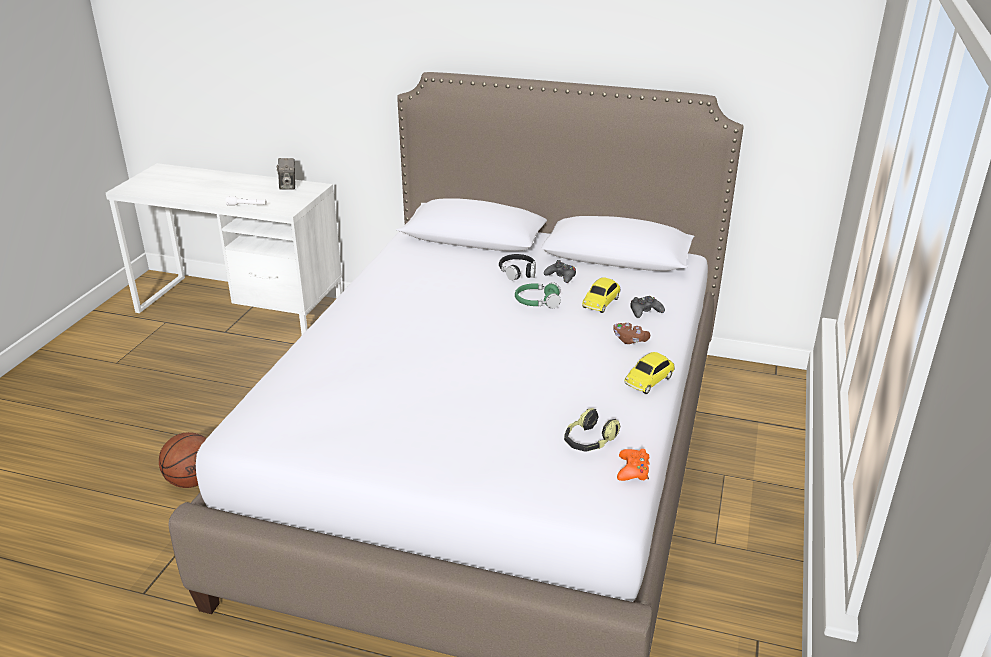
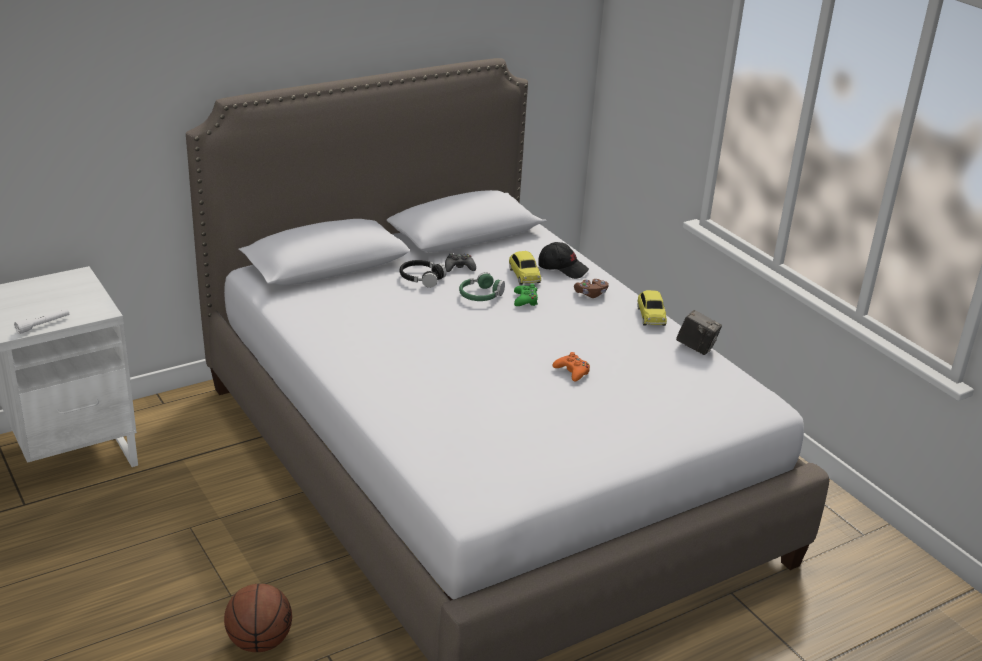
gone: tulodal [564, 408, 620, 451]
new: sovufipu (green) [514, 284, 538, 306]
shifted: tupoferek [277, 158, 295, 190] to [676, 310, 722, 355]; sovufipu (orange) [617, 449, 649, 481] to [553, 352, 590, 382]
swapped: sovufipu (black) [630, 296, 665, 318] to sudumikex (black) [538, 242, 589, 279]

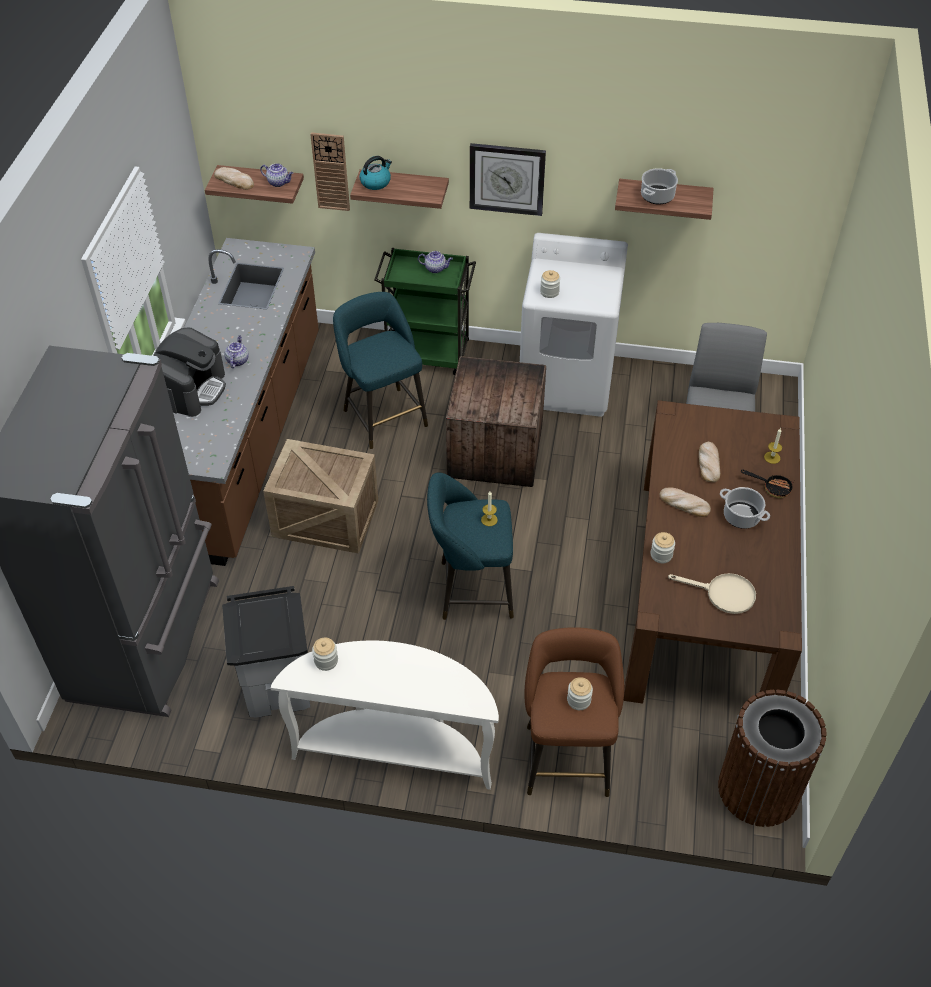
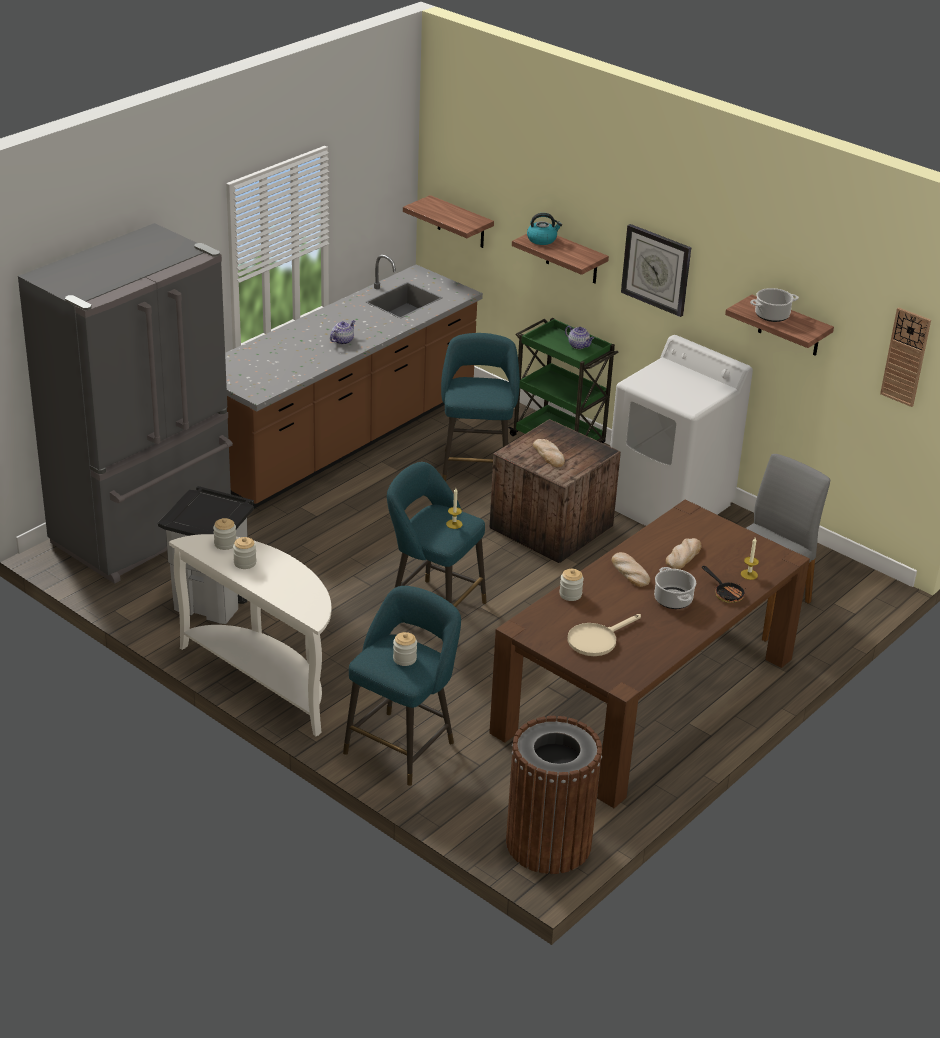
gone: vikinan [260, 163, 293, 187]; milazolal [153, 327, 226, 417]; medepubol [263, 439, 378, 554]
shifted: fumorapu [310, 132, 350, 211] to [880, 307, 931, 407]; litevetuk [214, 167, 254, 190] to [533, 439, 565, 467]; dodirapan [540, 270, 560, 298] to [233, 537, 257, 569]
repainted: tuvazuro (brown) [525, 627, 624, 797] to tuvazuro (turquoise) [343, 586, 461, 786]
rotated: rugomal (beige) [668, 573, 756, 614] = [567, 614, 641, 656] 90 degrees clockwise

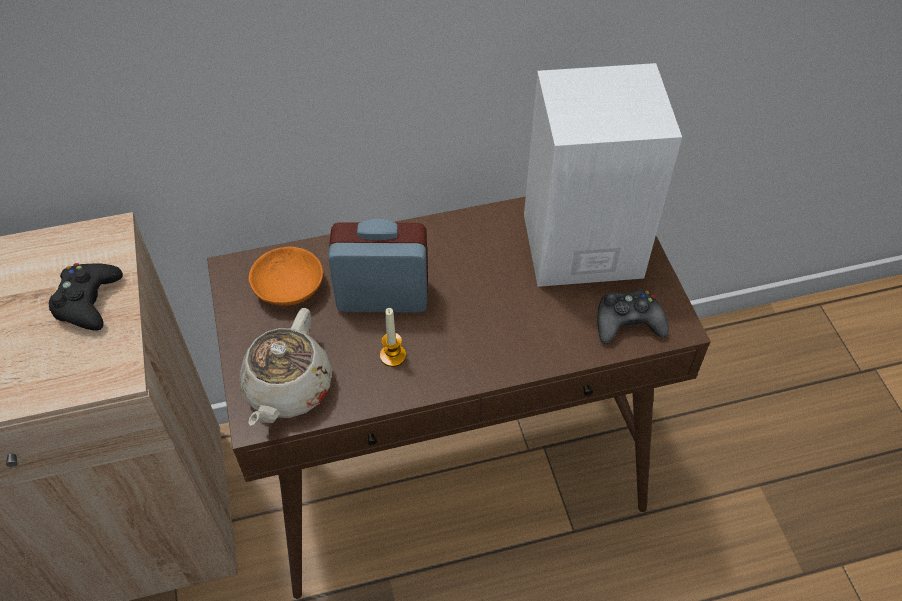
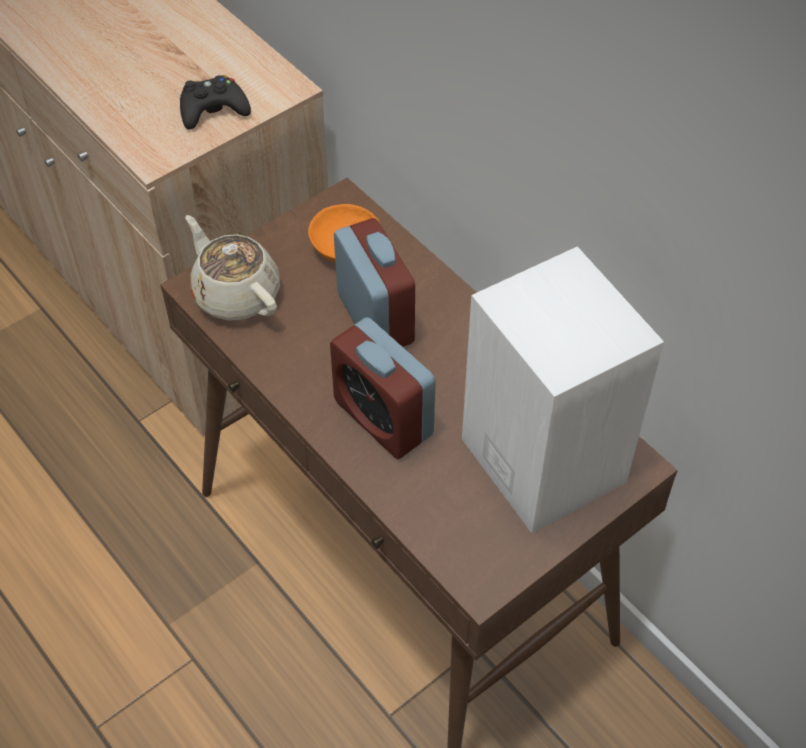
gone: sovufipu (black) [597, 289, 669, 344]; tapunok [380, 308, 406, 367]
new: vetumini [330, 317, 436, 459]
rotated: vikinan (beige) [239, 308, 332, 426] = [185, 215, 280, 321] 60 degrees clockwise

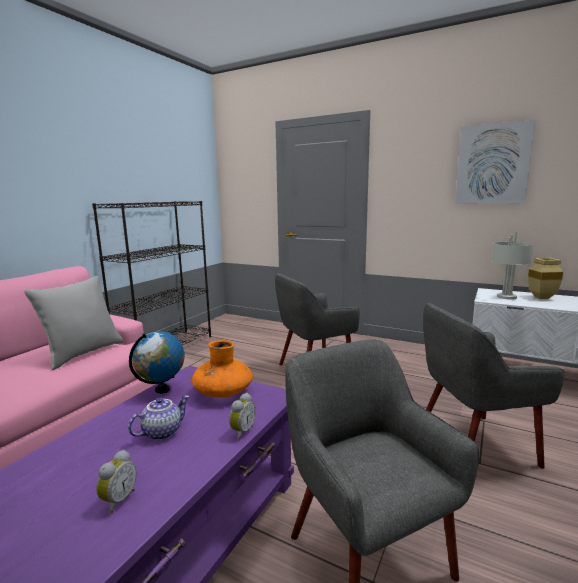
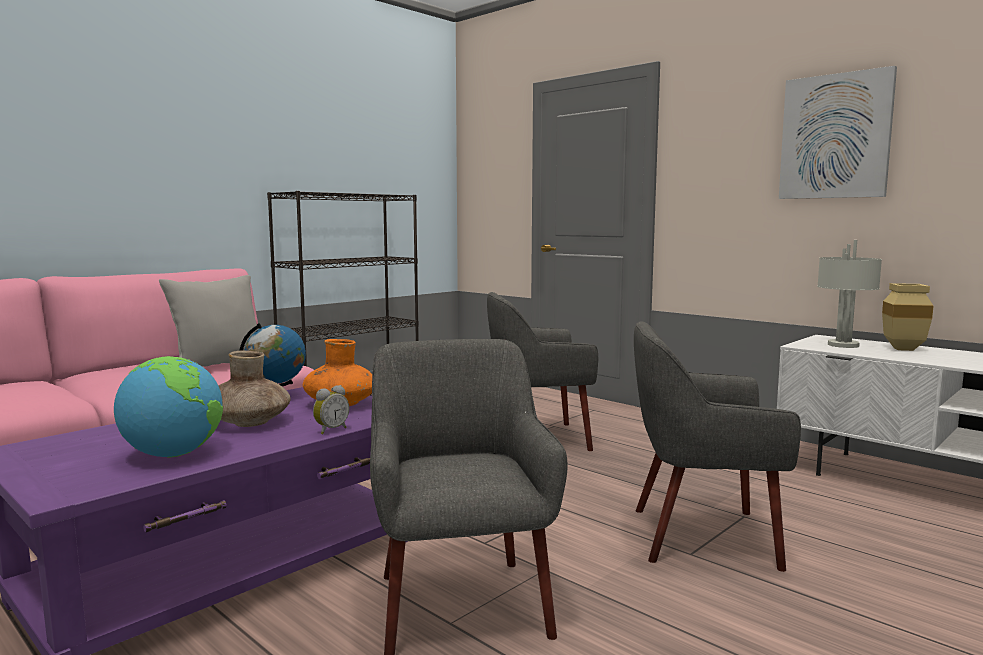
swapped: vikinan [128, 395, 189, 440] to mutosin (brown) [218, 350, 291, 427]; vetumini [96, 450, 137, 513] to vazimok [114, 356, 223, 457]

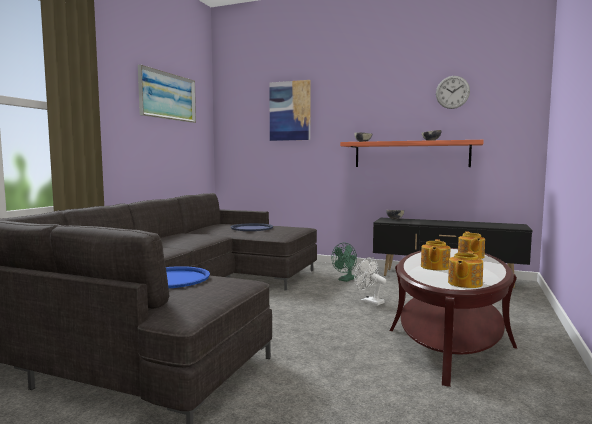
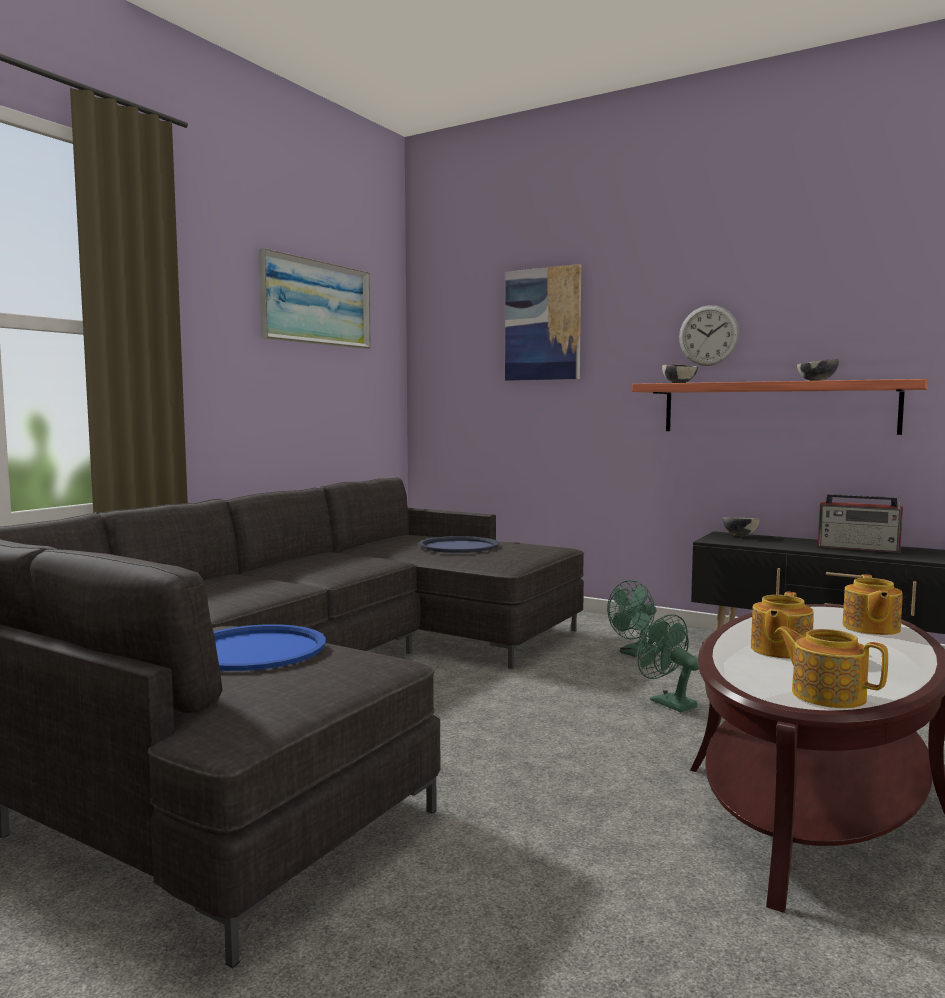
new: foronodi [818, 494, 903, 553]
shifted: fumorapu [436, 76, 470, 109] to [679, 305, 739, 366]
repainted: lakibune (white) [354, 257, 386, 306] to lakibune (green) [637, 614, 699, 712]
rotated: vikinan [448, 251, 483, 288] = [775, 626, 888, 708] 90 degrees clockwise

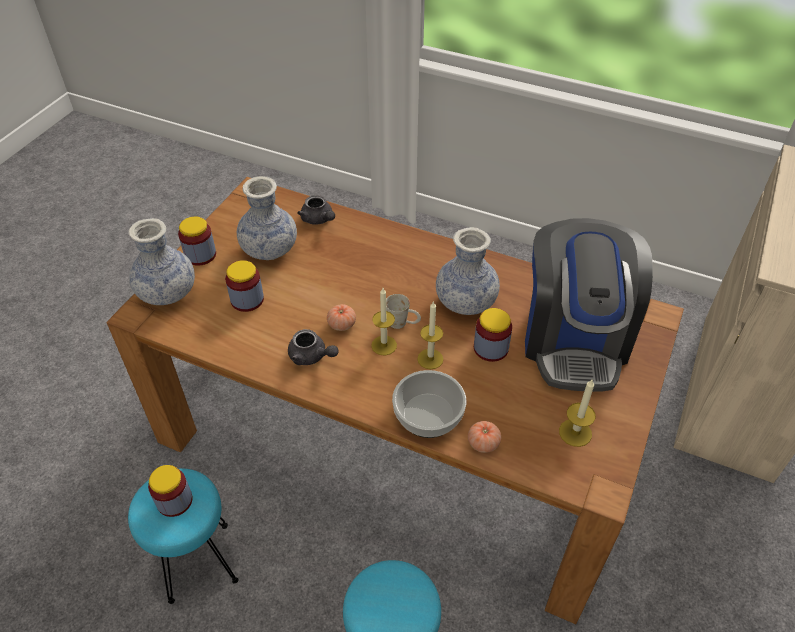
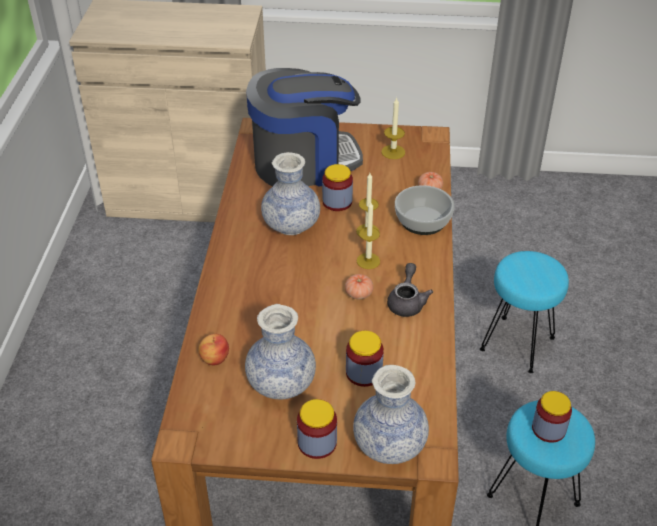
gone: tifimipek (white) [386, 294, 421, 329]
swapped: vikinan (grey) [297, 195, 335, 225] to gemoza [198, 334, 229, 365]

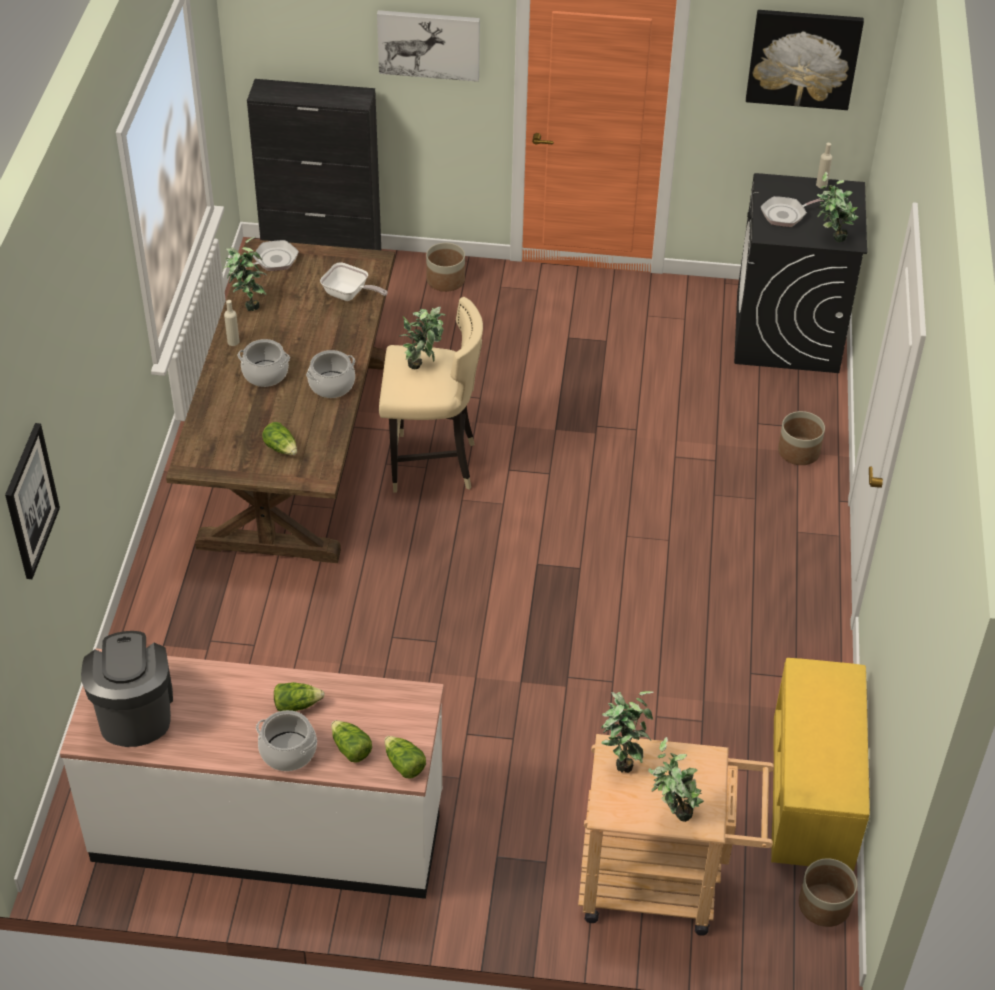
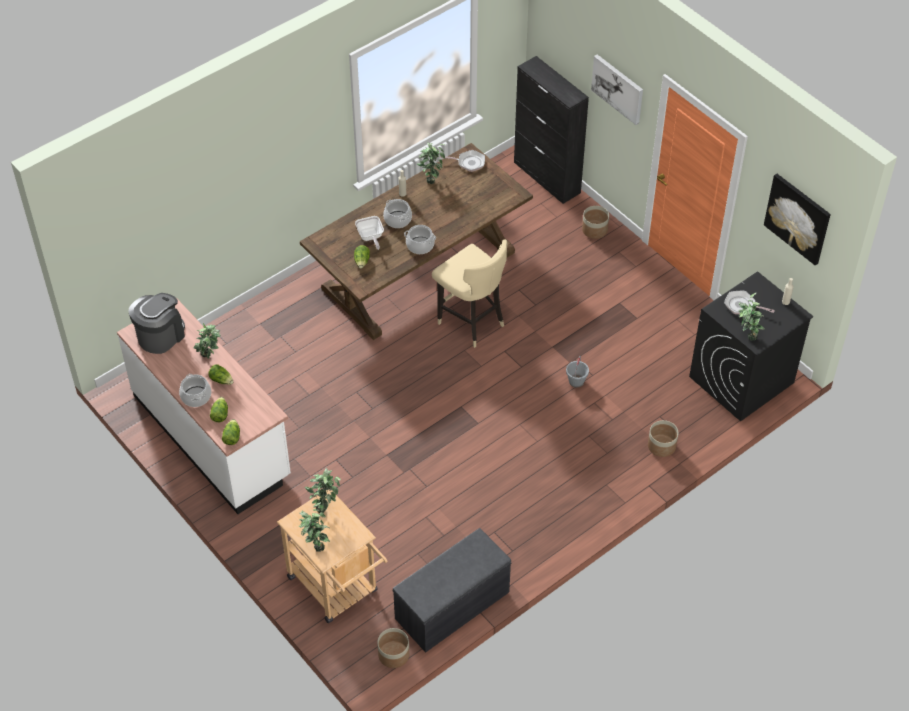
gone: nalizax [5, 423, 60, 579]
new: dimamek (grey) [566, 356, 589, 388]
shifted: rugomal [320, 262, 387, 301] to [355, 216, 384, 250]; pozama [399, 306, 446, 369] to [193, 323, 220, 359]
repainted: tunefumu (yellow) [771, 658, 870, 871] to tunefumu (grey) [393, 528, 511, 653]

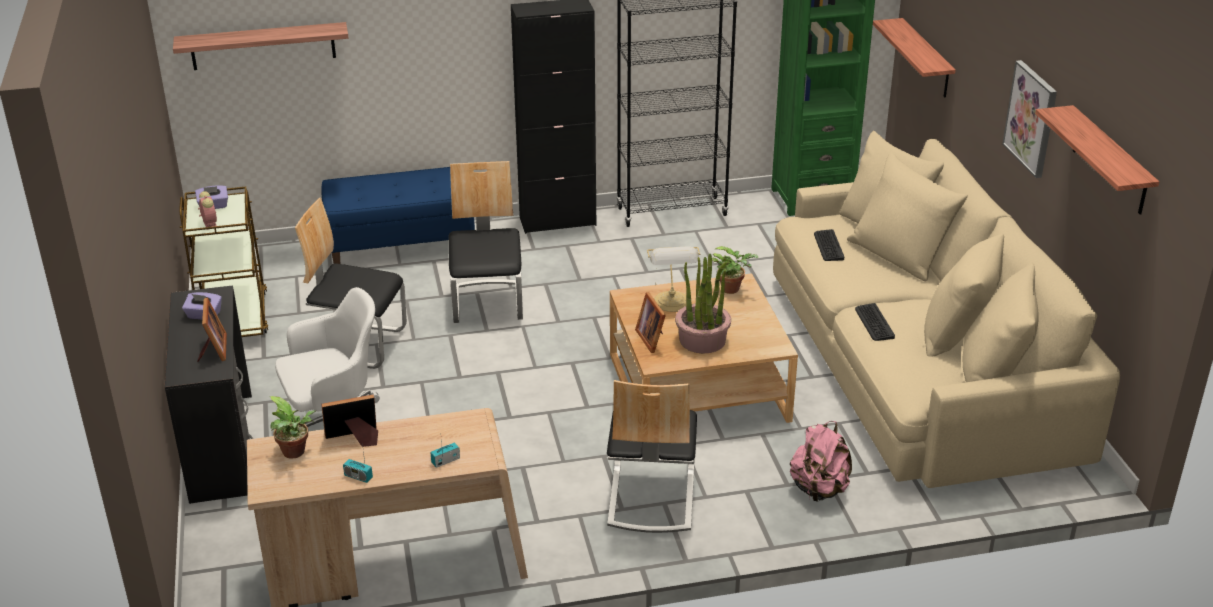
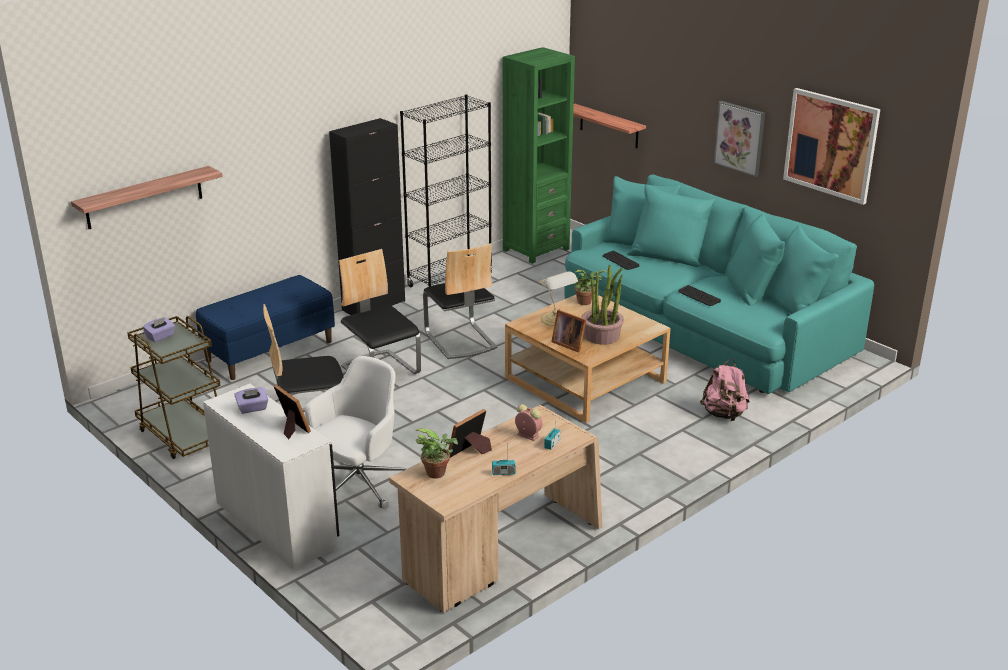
shifted: vetumini [198, 191, 217, 230] to [515, 404, 542, 441]; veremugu [607, 380, 697, 533] to [423, 243, 497, 359]
swapped: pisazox [1035, 105, 1159, 214] to nalizax [783, 88, 880, 205]
repainted: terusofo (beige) [773, 131, 1120, 488] to terusofo (turquoise) [564, 174, 874, 394]; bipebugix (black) [165, 285, 253, 504] to bipebugix (white) [203, 384, 339, 570]

